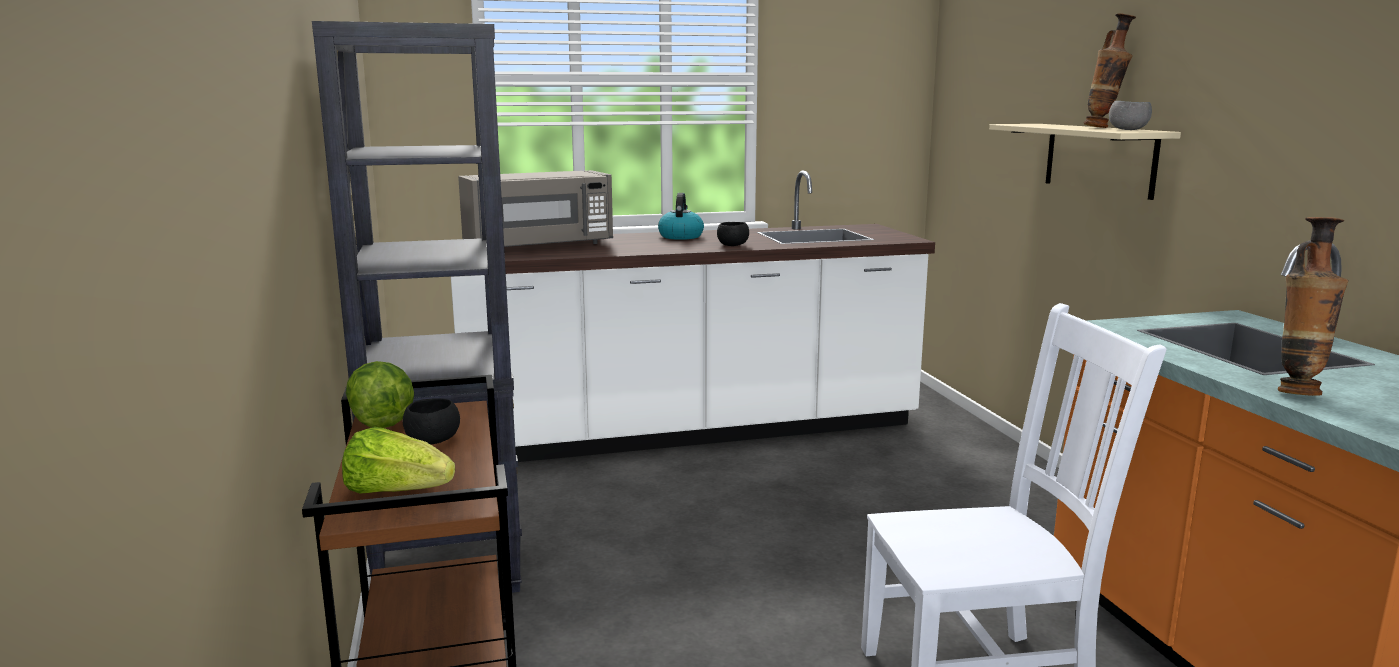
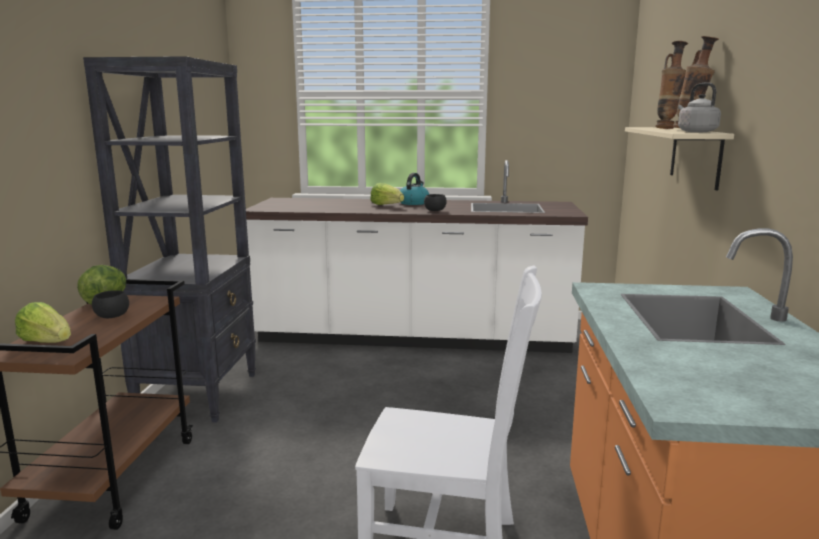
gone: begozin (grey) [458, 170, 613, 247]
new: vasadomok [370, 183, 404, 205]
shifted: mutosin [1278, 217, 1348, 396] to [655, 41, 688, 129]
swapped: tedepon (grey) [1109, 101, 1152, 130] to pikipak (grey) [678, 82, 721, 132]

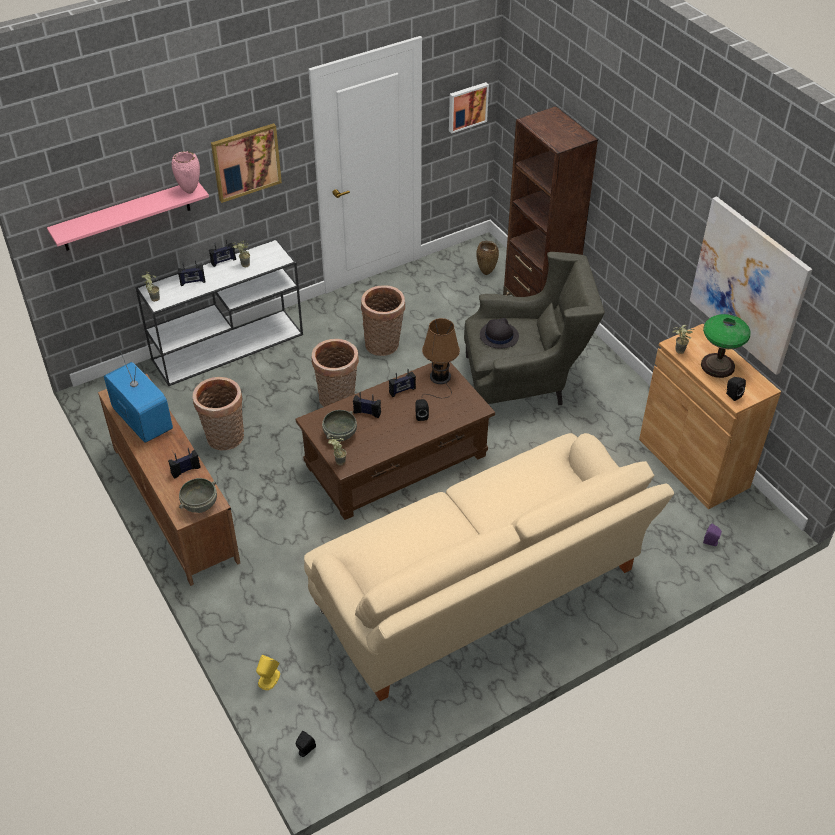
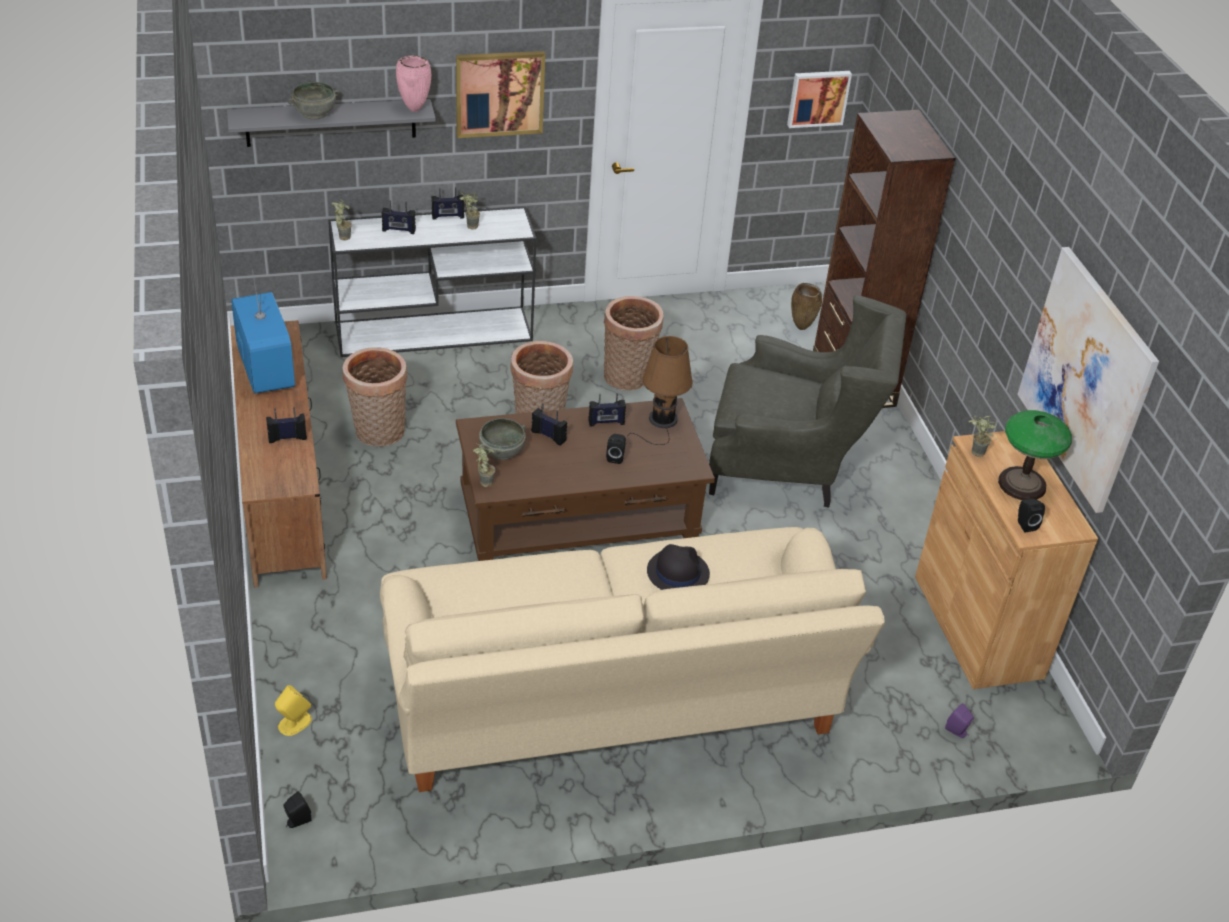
shifted: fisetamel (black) [480, 318, 519, 349] to [647, 544, 710, 590]; tedepon (grey) [179, 478, 217, 513] to [288, 82, 339, 119]
repainted: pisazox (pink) [47, 182, 209, 251] to pisazox (grey) [227, 99, 436, 147]

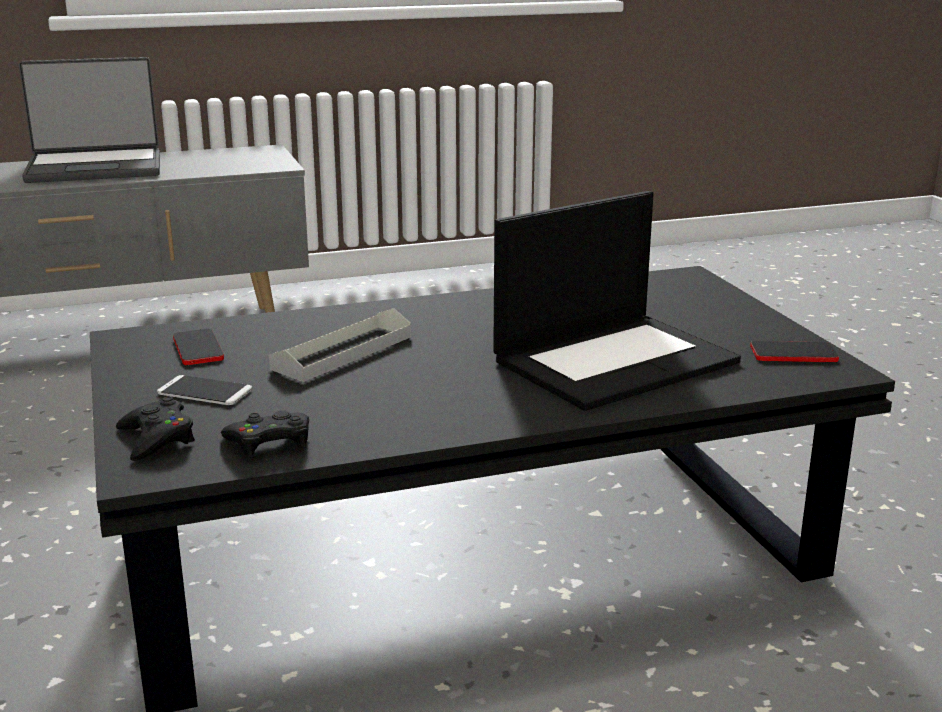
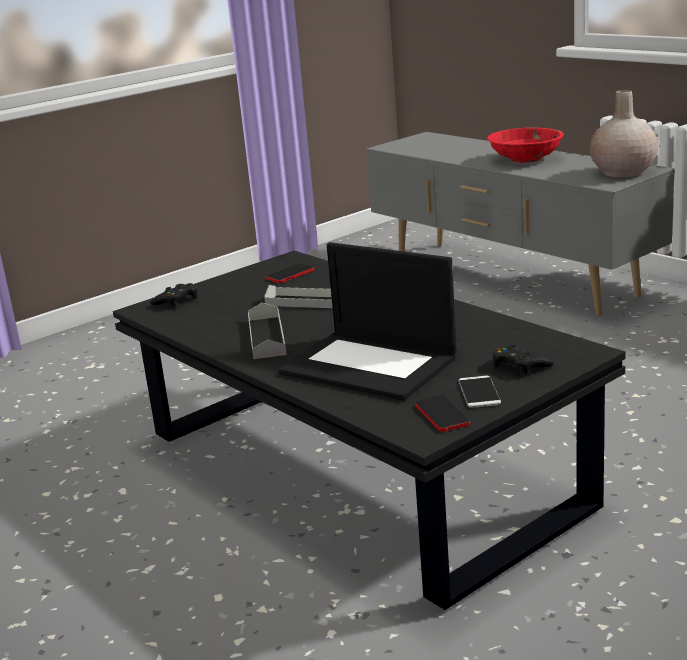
new: mutosin (beige) [589, 90, 658, 178]; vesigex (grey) [248, 303, 287, 359]
shifted: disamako [157, 375, 252, 405] to [459, 376, 501, 408]; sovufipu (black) [221, 410, 309, 458] to [493, 344, 554, 376]
swapped: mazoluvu [19, 57, 160, 183] to tedepon (red) [487, 127, 564, 163]

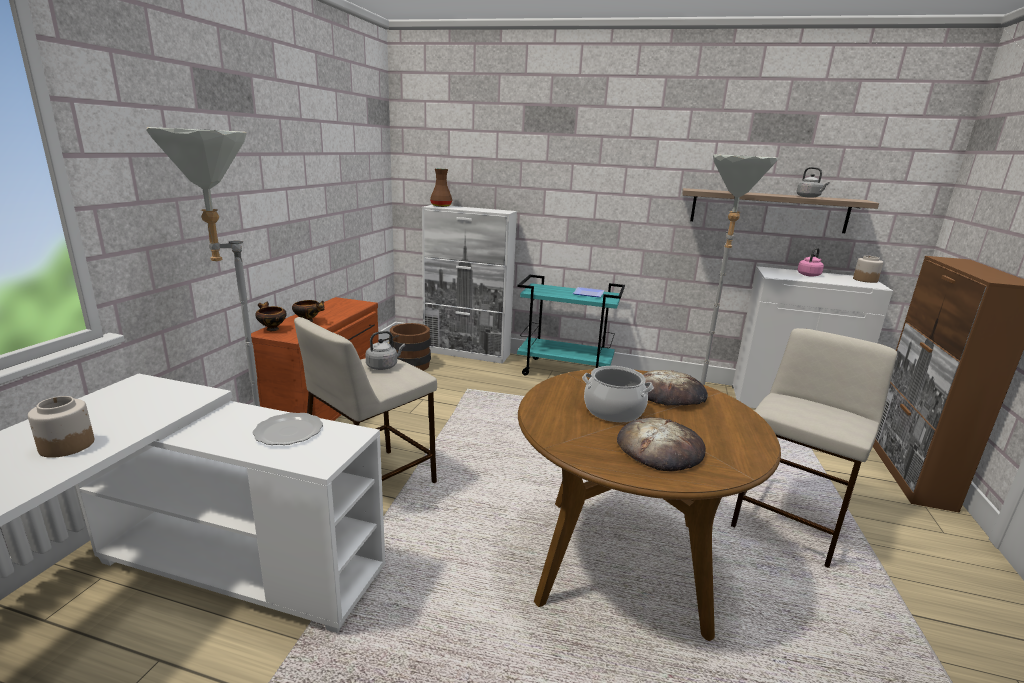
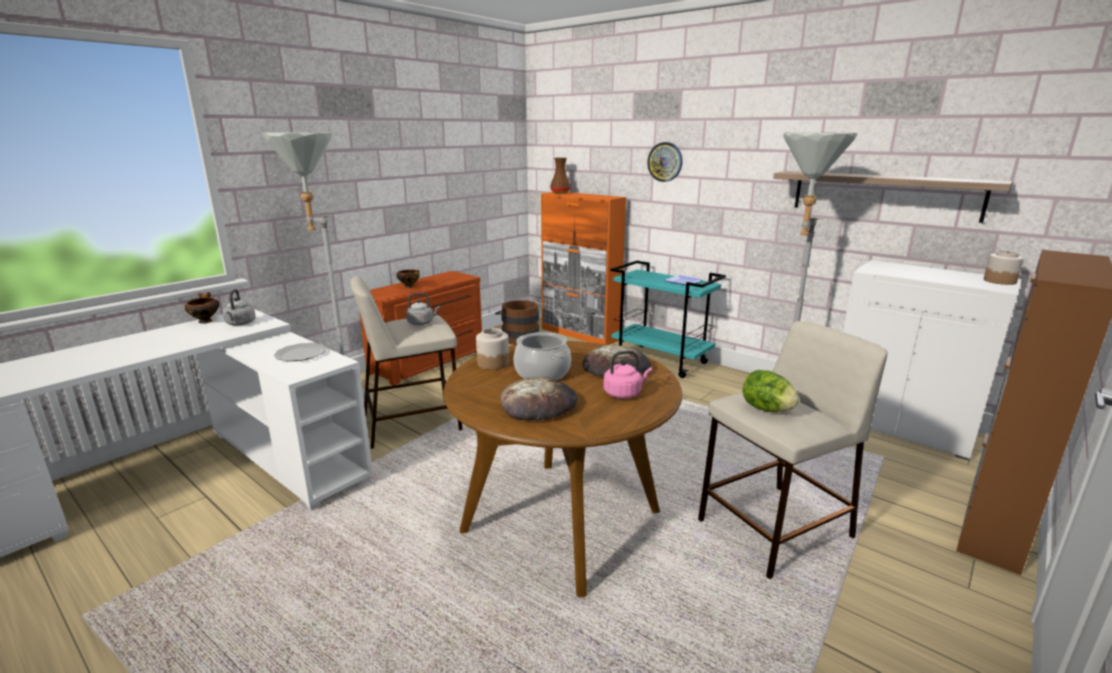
new: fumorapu [647, 142, 682, 182]; vasadomok [743, 370, 800, 412]
shifted: pikipak (grey) [796, 167, 829, 198] to [223, 289, 256, 325]; pikipak (pink) [797, 248, 824, 277] to [603, 351, 652, 399]; tedepon [255, 302, 287, 331] to [185, 292, 220, 324]; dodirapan [28, 396, 94, 458] to [476, 328, 509, 370]
repainted: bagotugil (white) [422, 205, 517, 364] to bagotugil (orange) [541, 192, 626, 345]

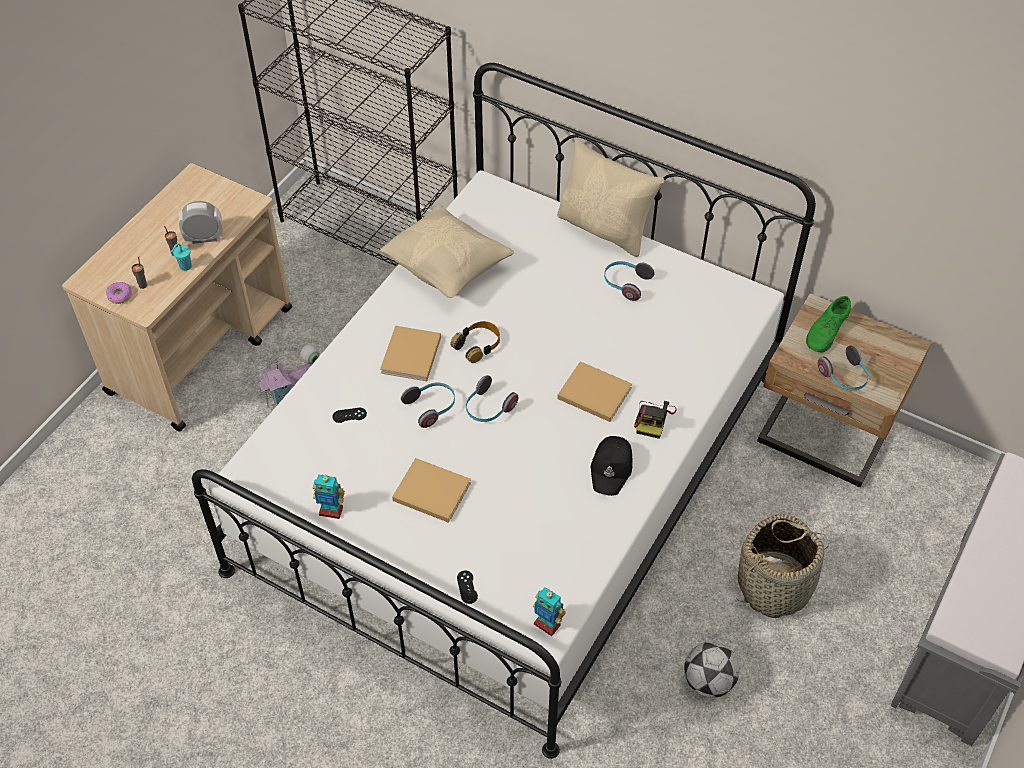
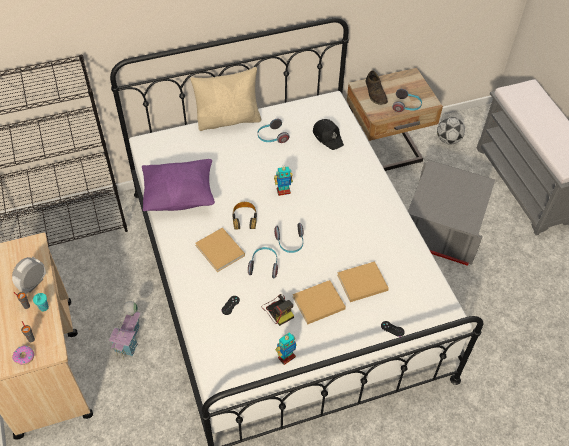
shifted: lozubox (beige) [557, 361, 632, 422] to [337, 261, 389, 302]; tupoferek [634, 401, 677, 439] to [262, 294, 294, 326]; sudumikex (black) [591, 436, 633, 496] to [313, 119, 344, 150]; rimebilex [533, 587, 566, 636] to [274, 165, 293, 196]; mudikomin [684, 642, 739, 698] to [437, 117, 465, 145]
swapped: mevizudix [736, 514, 829, 618] to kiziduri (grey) [408, 160, 495, 266]
repainted: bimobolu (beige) [380, 204, 514, 298] to bimobolu (purple) [142, 159, 215, 211]; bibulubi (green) [806, 296, 851, 352] to bibulubi (brown) [366, 70, 388, 105]

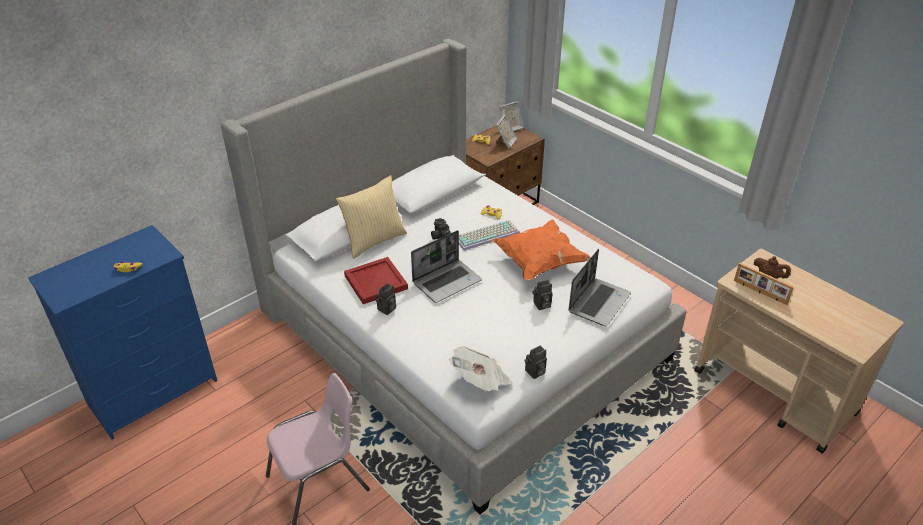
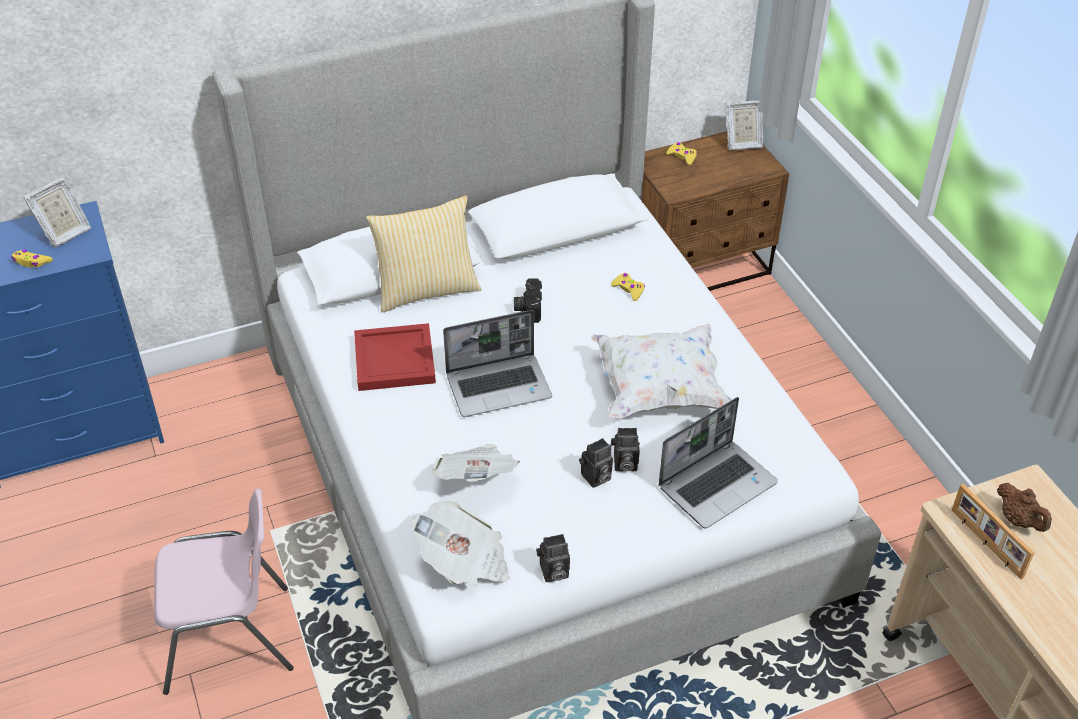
gone: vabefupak [459, 220, 520, 251]
new: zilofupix [432, 444, 521, 482]
shifted: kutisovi [496, 115, 517, 149] to [23, 177, 91, 247]; tupoferek [375, 284, 396, 315] to [579, 438, 613, 488]
repainted: bimobolu (orange) [491, 219, 591, 280] to bimobolu (white) [591, 324, 733, 419]

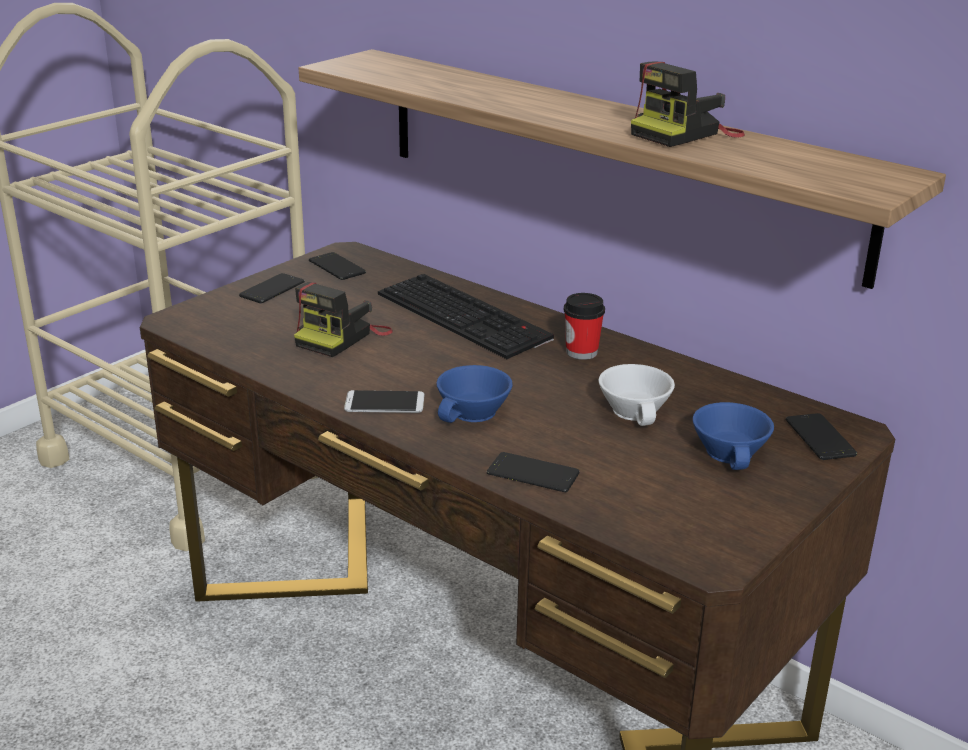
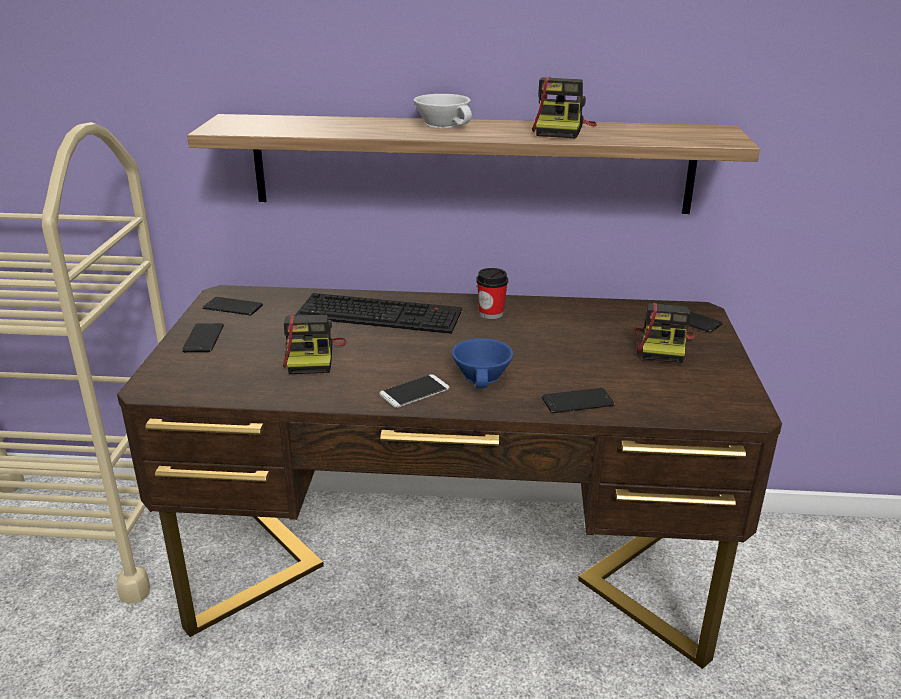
shifted: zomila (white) [599, 364, 675, 426] to [414, 94, 472, 128]
swapped: zomila (blue) [693, 402, 774, 470] to tupoferek [635, 303, 695, 363]

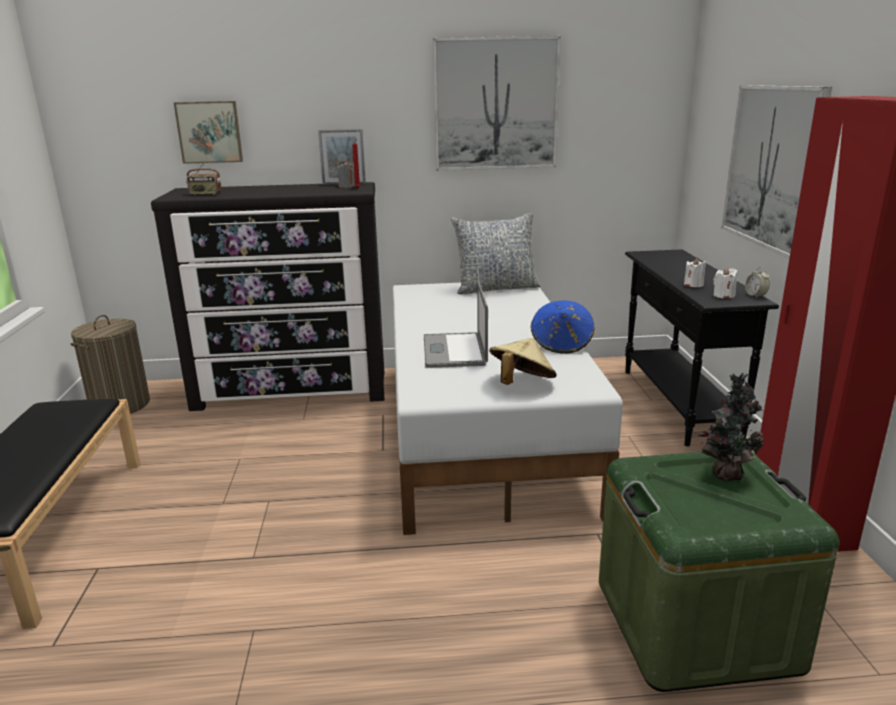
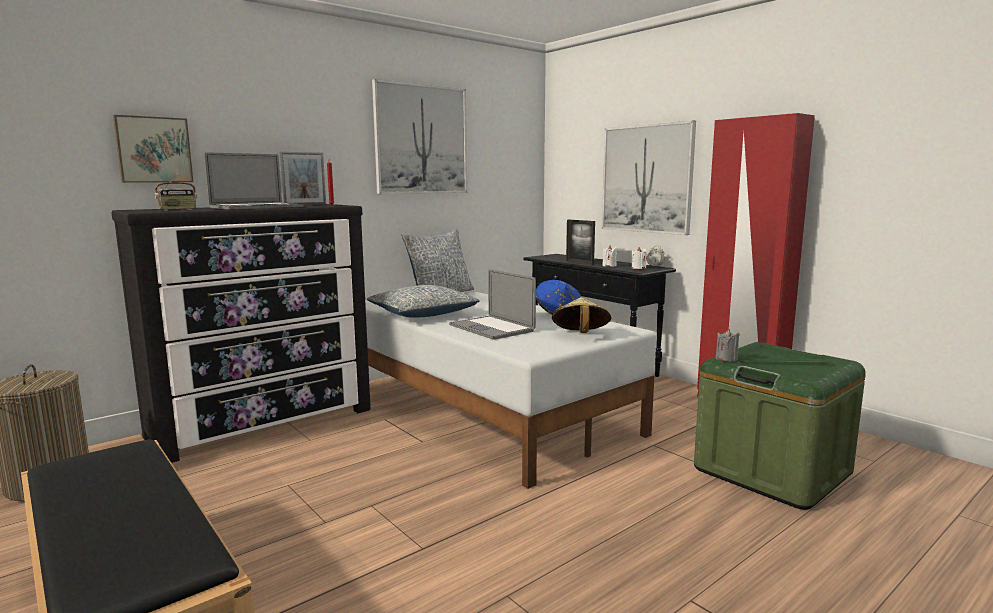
gone: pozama [698, 373, 764, 481]
new: mazoluvu [204, 152, 304, 210]; kutisovi [566, 220, 595, 265]; bimobolu [367, 285, 480, 318]
shifted: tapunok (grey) [337, 161, 355, 188] to [716, 329, 740, 362]

